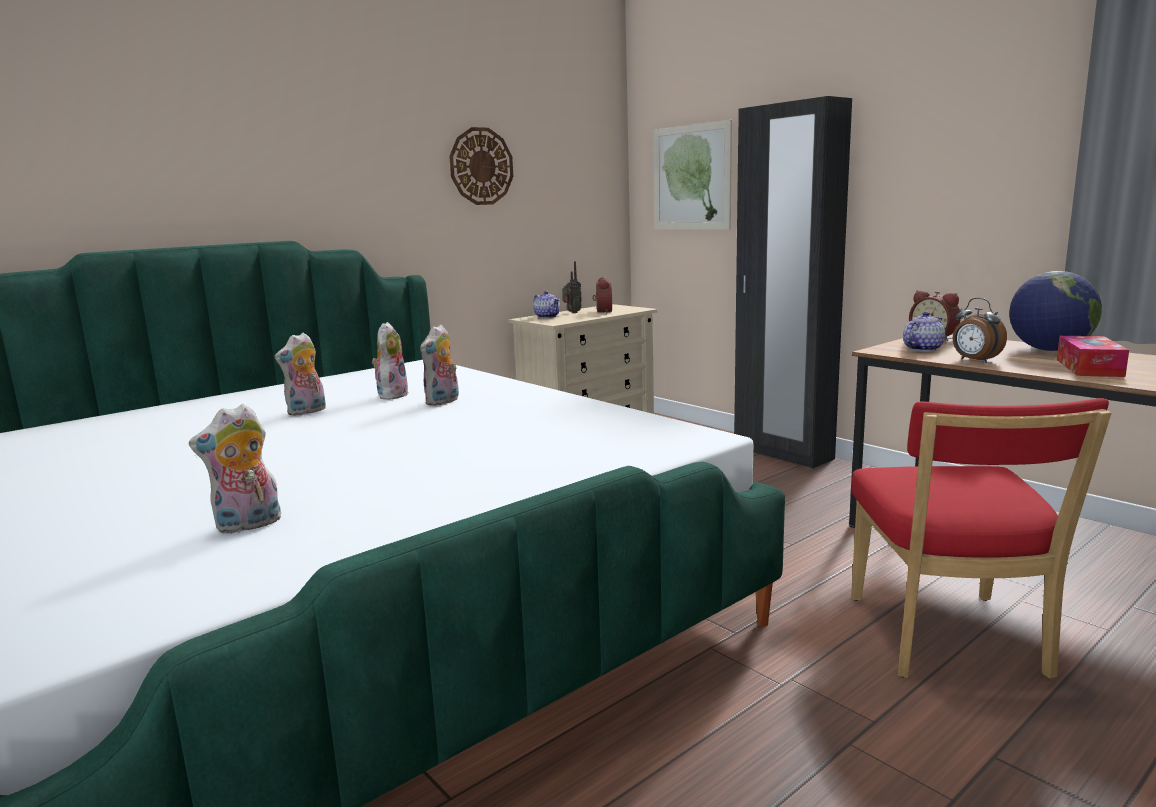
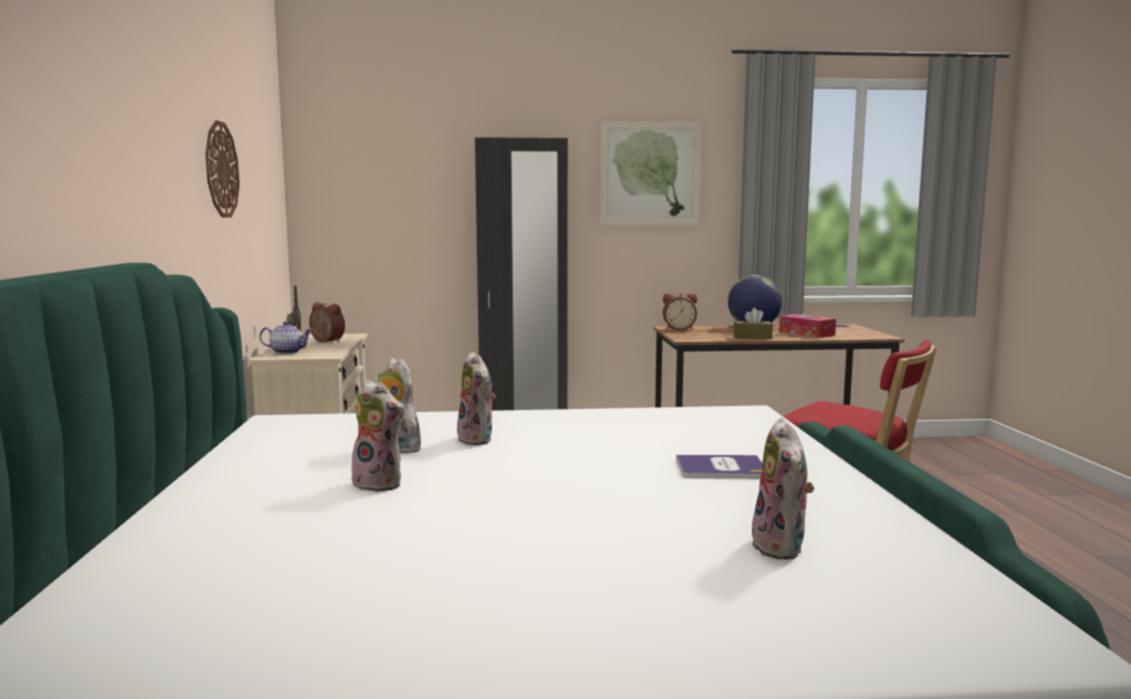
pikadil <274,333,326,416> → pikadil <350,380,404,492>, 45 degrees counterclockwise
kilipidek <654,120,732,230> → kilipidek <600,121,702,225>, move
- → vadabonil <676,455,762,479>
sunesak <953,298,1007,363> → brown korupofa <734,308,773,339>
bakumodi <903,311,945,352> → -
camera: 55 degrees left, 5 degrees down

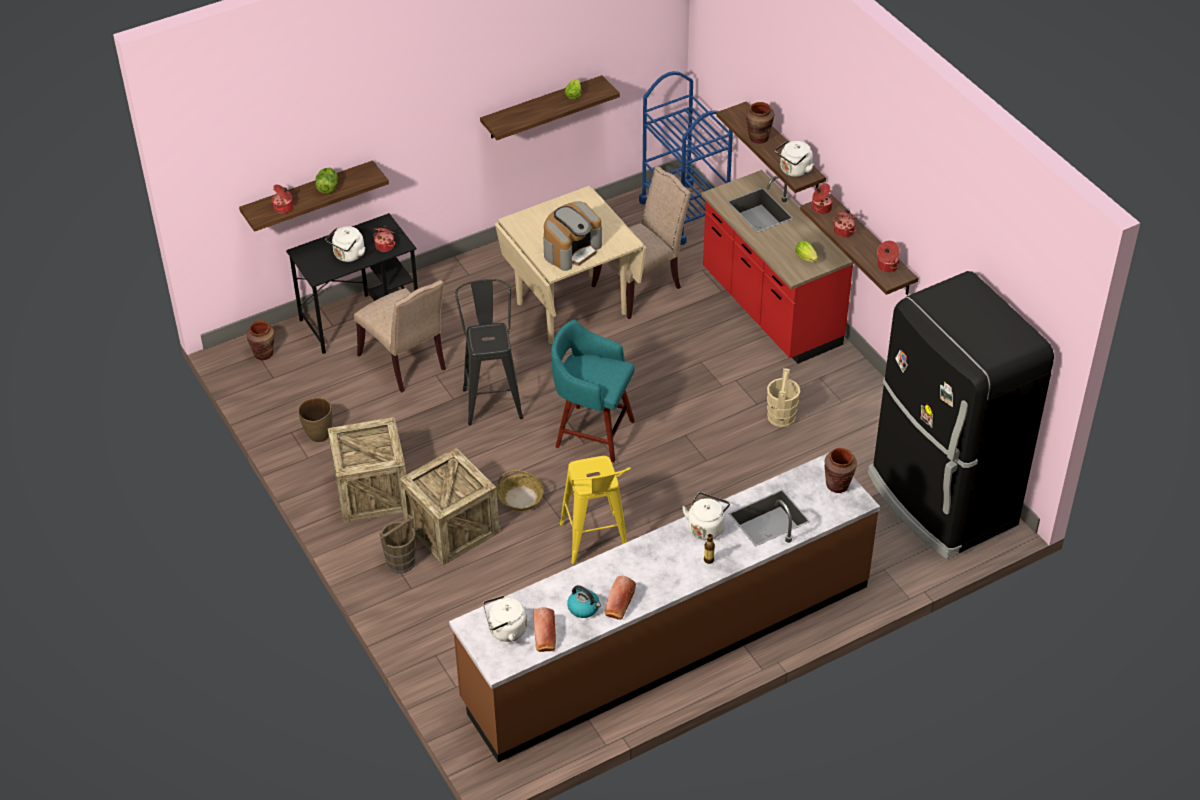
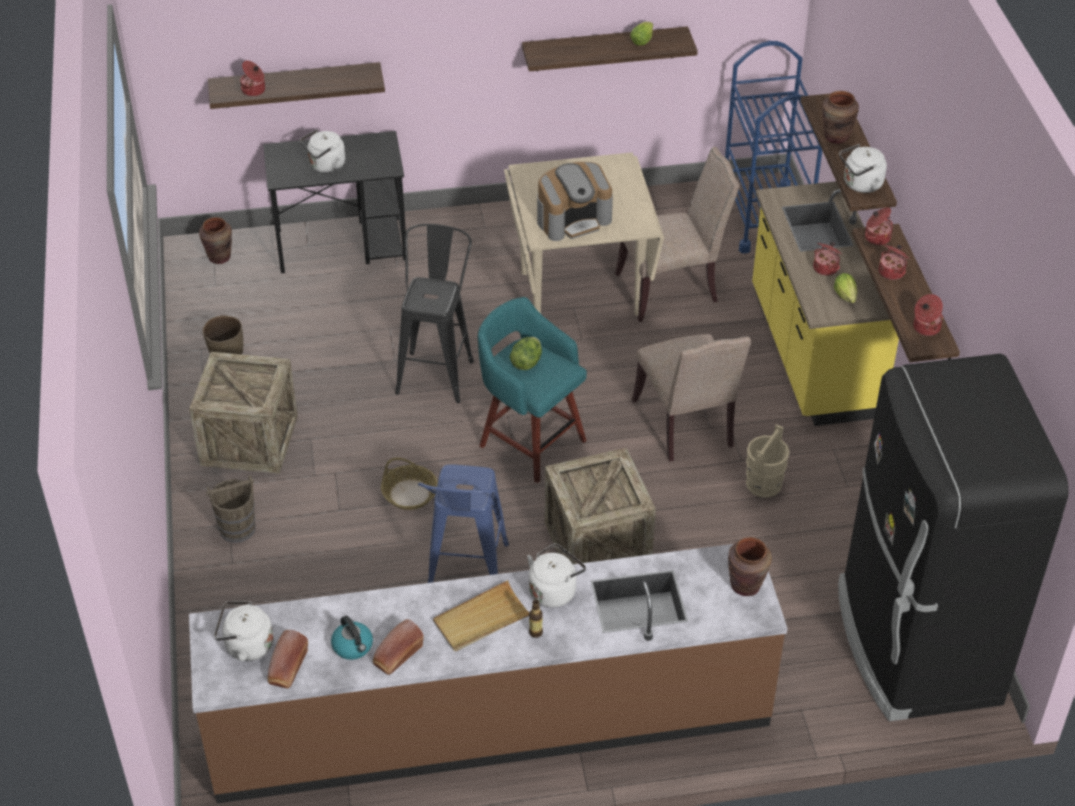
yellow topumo <560,456,631,564> → blue topumo <418,464,509,583>
- → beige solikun <433,580,529,651>
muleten <315,168,338,194> → muleten <510,337,542,370>, move
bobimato <399,447,499,565> → bobimato <545,448,656,564>, move
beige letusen <354,280,446,392> → beige letusen <632,334,751,462>, move
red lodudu <701,170,854,364> → yellow lodudu <752,181,899,426>
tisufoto <373,225,395,252> → tisufoto <813,242,843,276>, move
camera: 20 degrees right, 0 degrees up

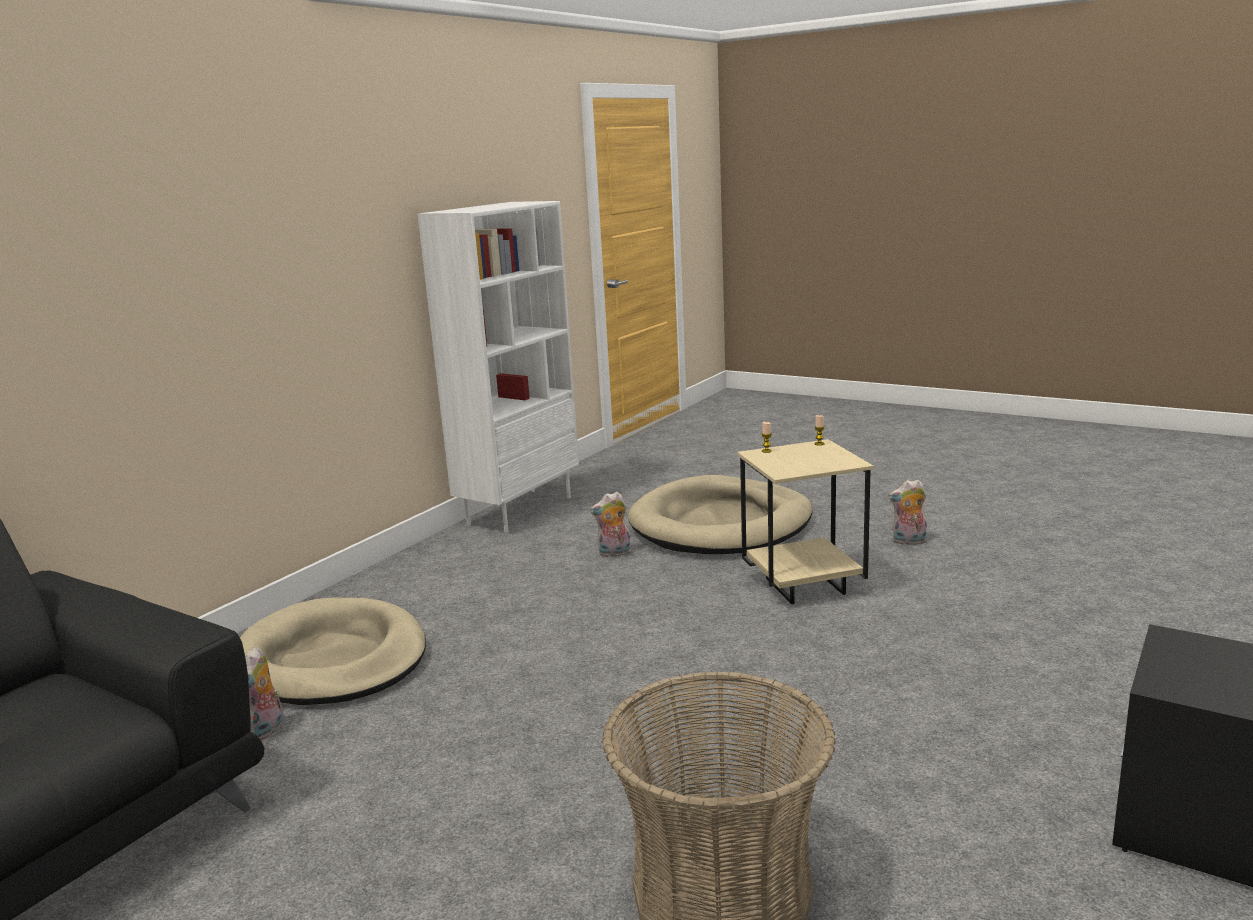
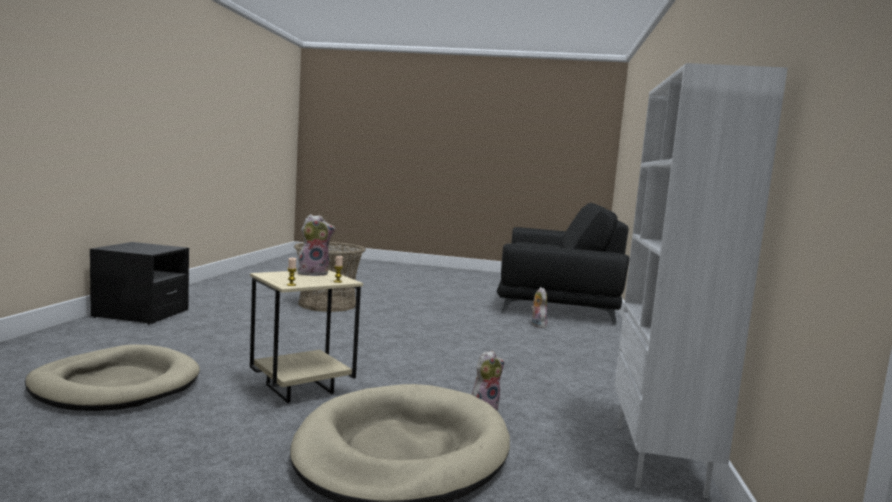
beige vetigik <240,598,426,705> → beige vetigik <25,344,200,411>, move
pikadil <888,479,927,545> → pikadil <298,214,336,276>, move
camera: 155 degrees right, 10 degrees down

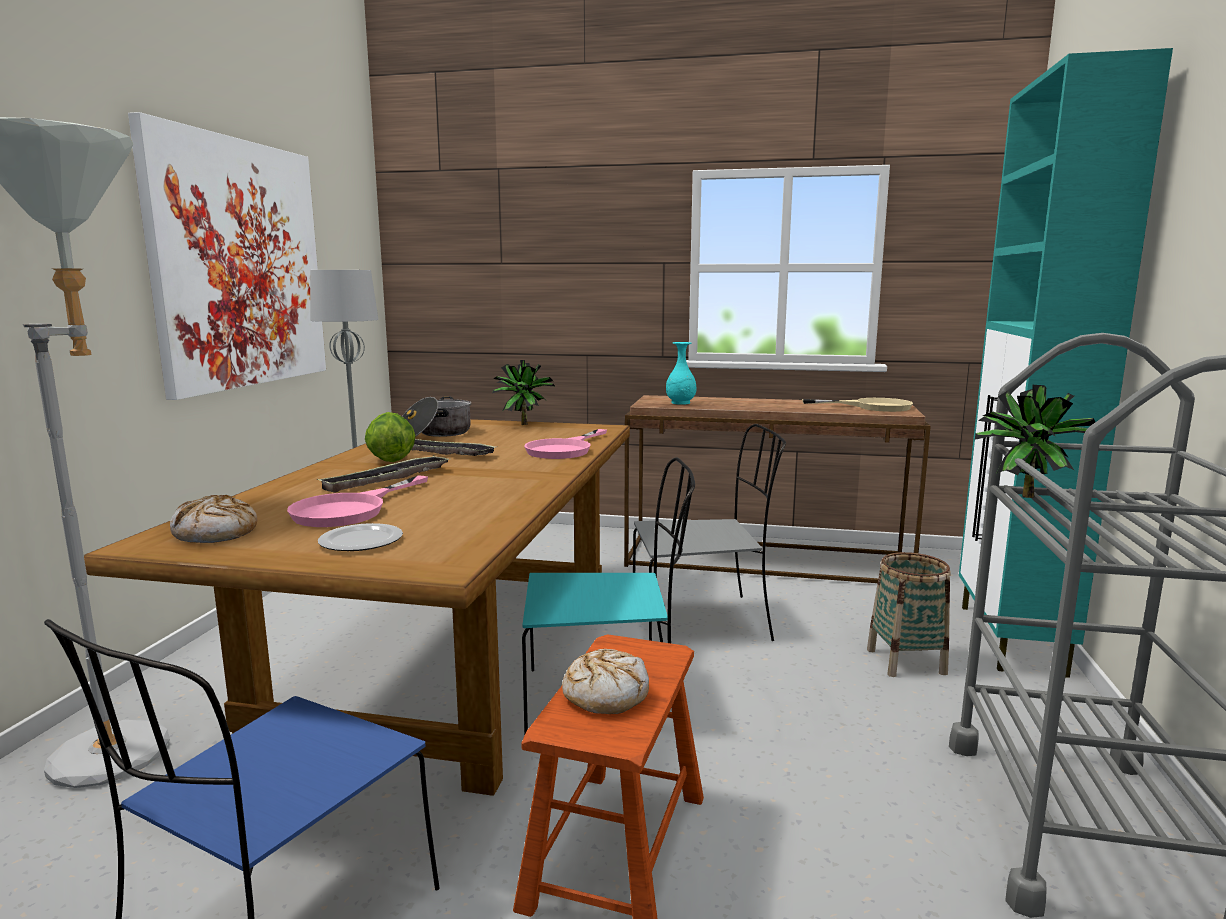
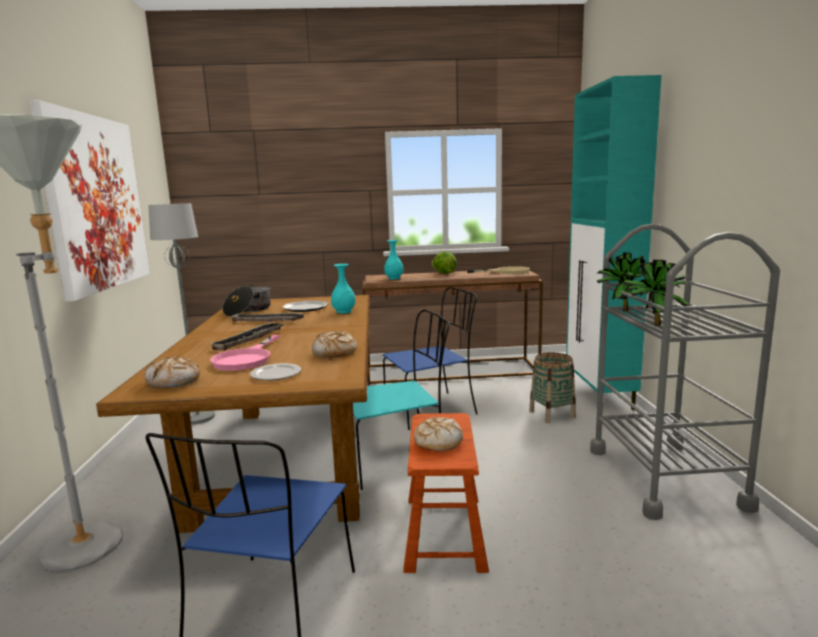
- → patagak <282,300,328,312>
- → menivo <312,331,357,358>
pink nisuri <524,429,607,459> → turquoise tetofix <331,264,356,314>
grey letusen <633,424,786,641> → blue letusen <383,287,477,430>
muleten <365,412,416,462> → muleten <432,251,457,274>, move
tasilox <492,360,555,425> → tasilox <624,260,690,326>, move
camera: 15 degrees left, 0 degrees up

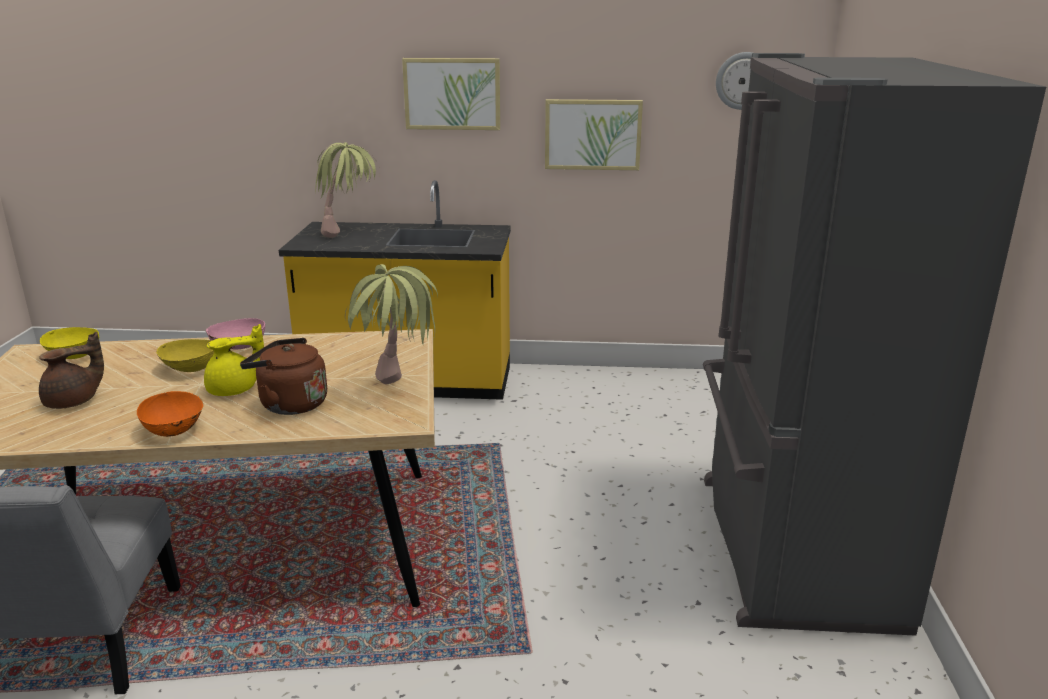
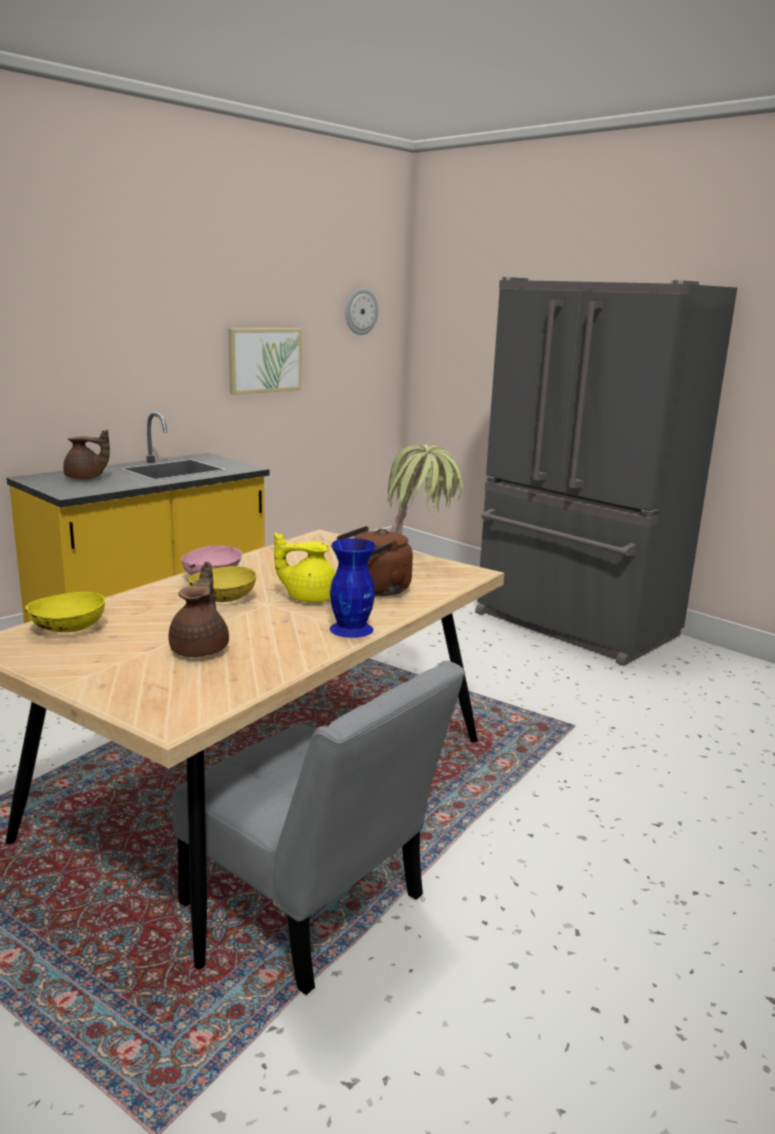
tasilox <316,142,380,238> → brown bakumodi <63,429,110,479>
yellow bakumodi <204,324,264,396> → yellow bakumodi <274,532,336,602>, 105 degrees counterclockwise
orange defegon <137,391,203,437> → blue tetofix <330,538,376,638>
kilipidek <402,58,500,130> → -
camera: 50 degrees left, 5 degrees down

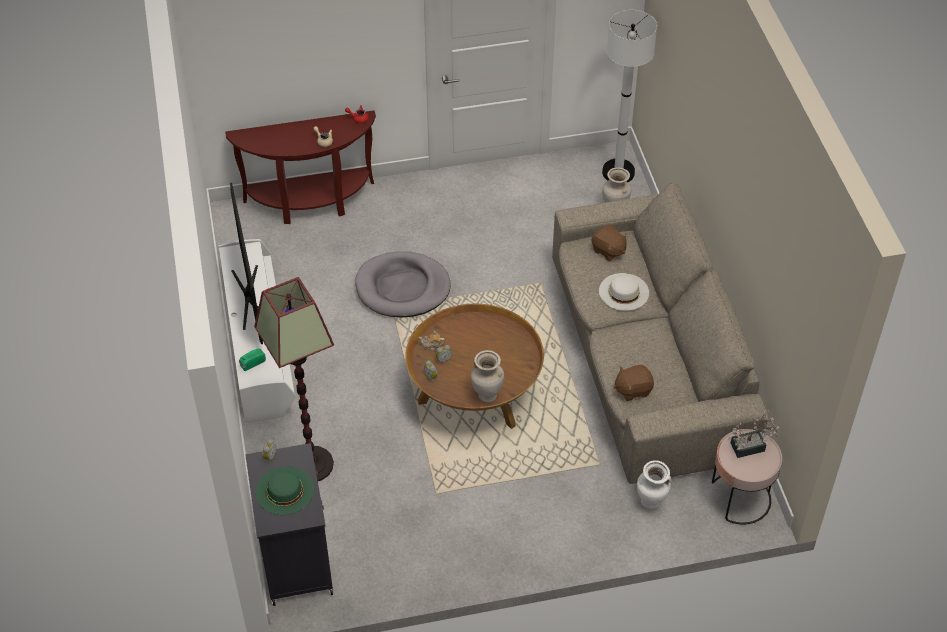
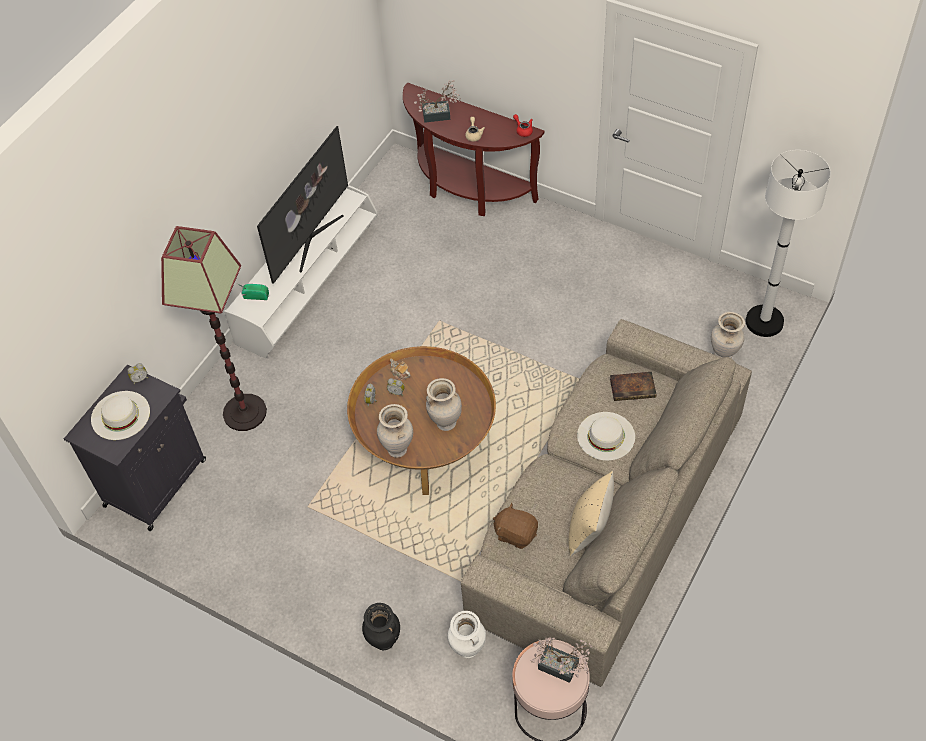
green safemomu <256,466,314,515> → white safemomu <91,391,150,440>
- → black tetofix <362,603,400,650>
- → tasilox <414,80,461,123>
- → beige tetofix <426,378,462,431>
- → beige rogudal <568,471,614,556>
brown pikadil <592,225,627,261> → vadabonil <610,372,656,401>
grey vetigik <355,251,451,317> → -
camera: 45 degrees right, 5 degrees up

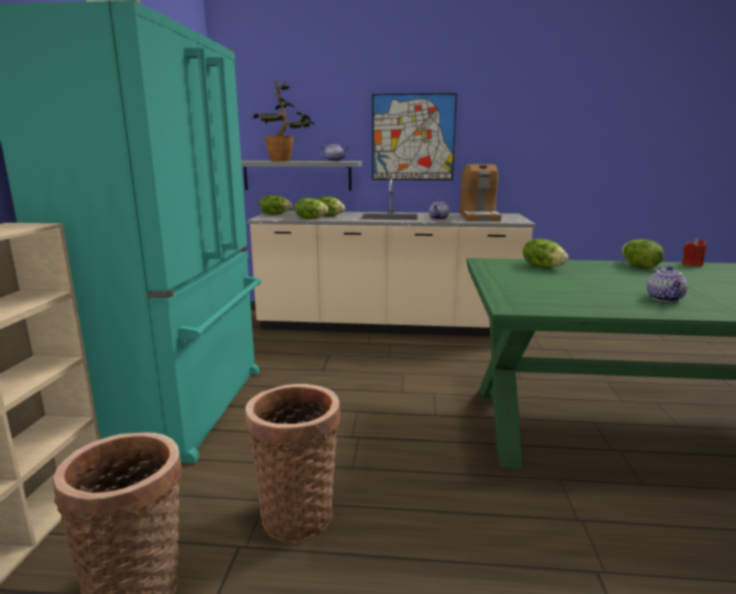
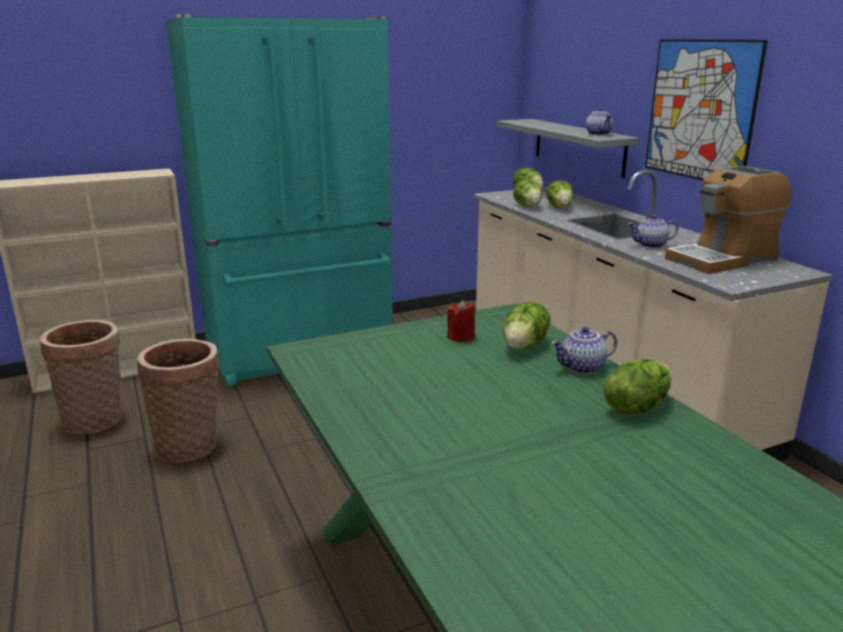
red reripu <682,238,707,266> → red reripu <447,300,476,342>, move
bakumodi <647,266,688,302> → bakumodi <551,327,617,374>, move
tasilox <250,80,315,161> → -
camera: 60 degrees right, 5 degrees up

